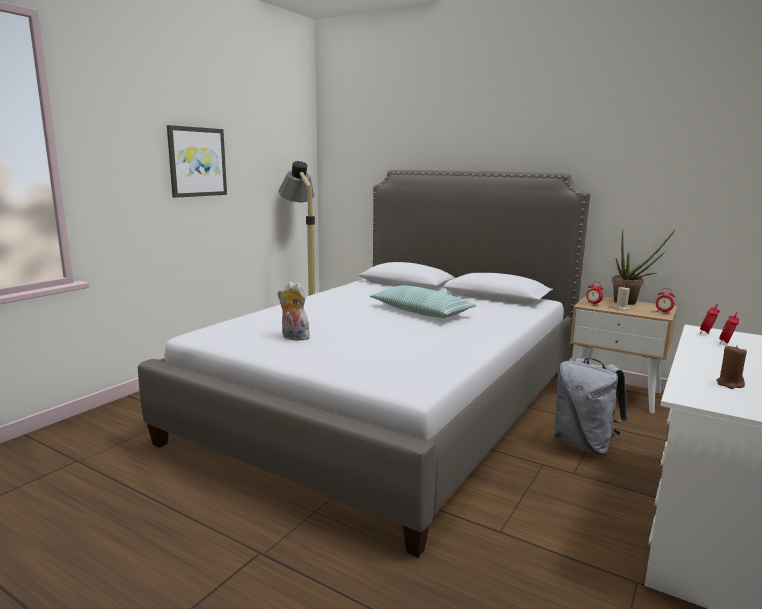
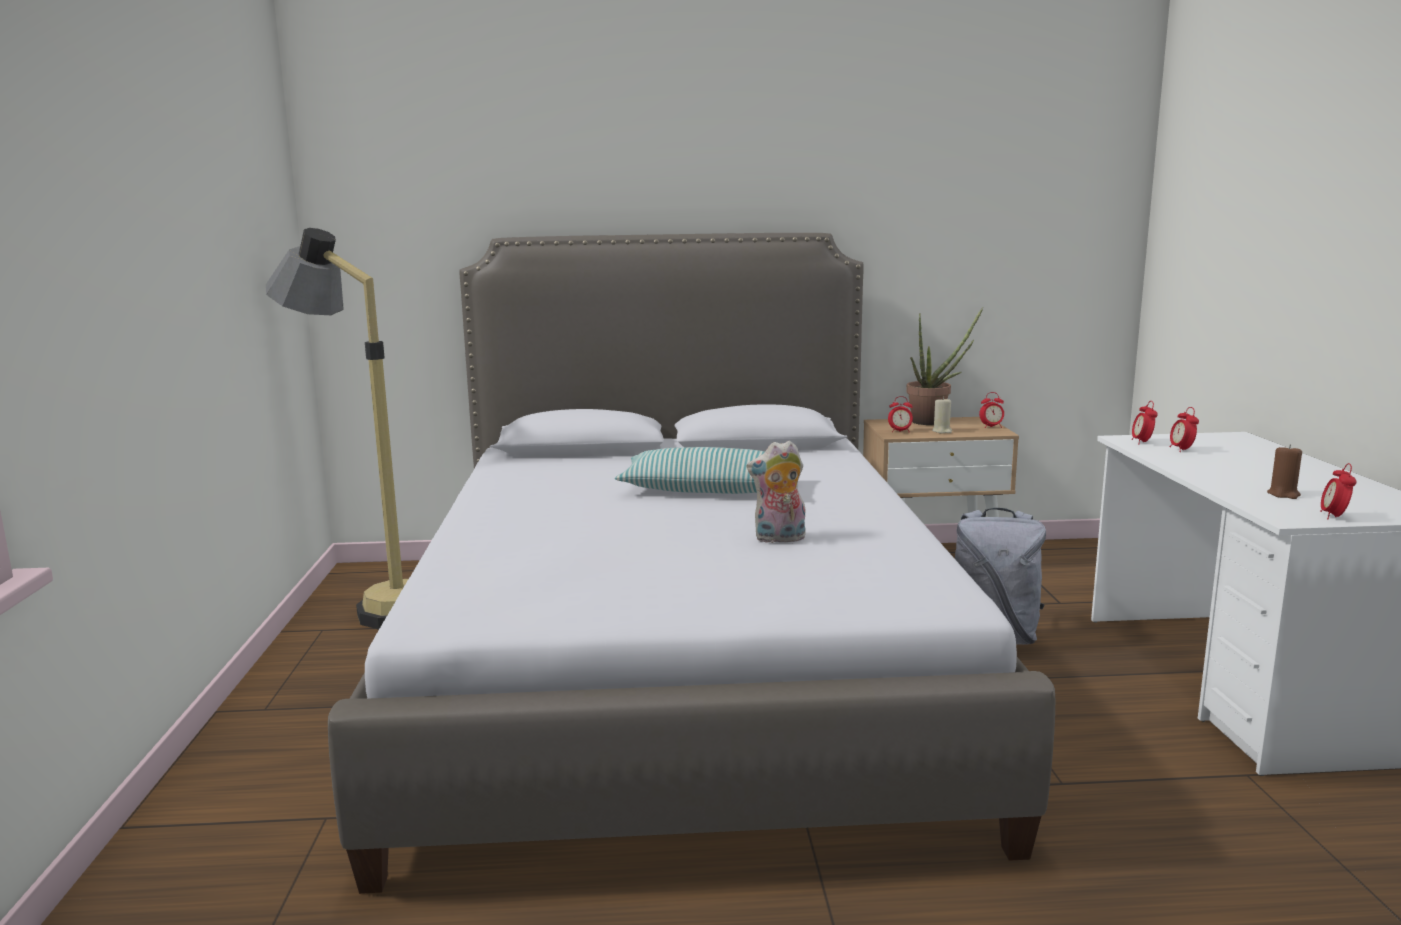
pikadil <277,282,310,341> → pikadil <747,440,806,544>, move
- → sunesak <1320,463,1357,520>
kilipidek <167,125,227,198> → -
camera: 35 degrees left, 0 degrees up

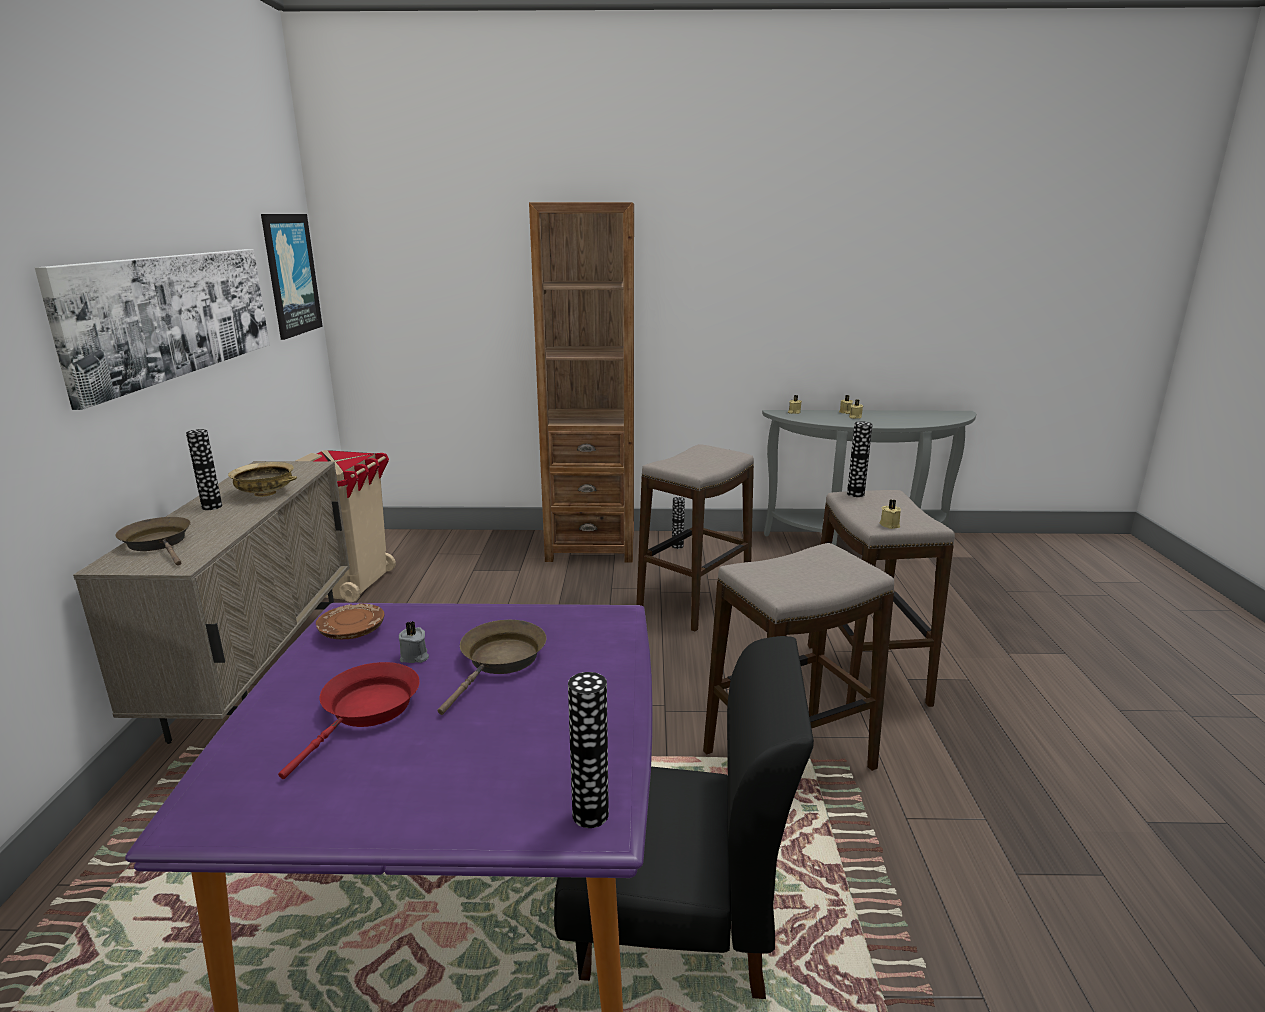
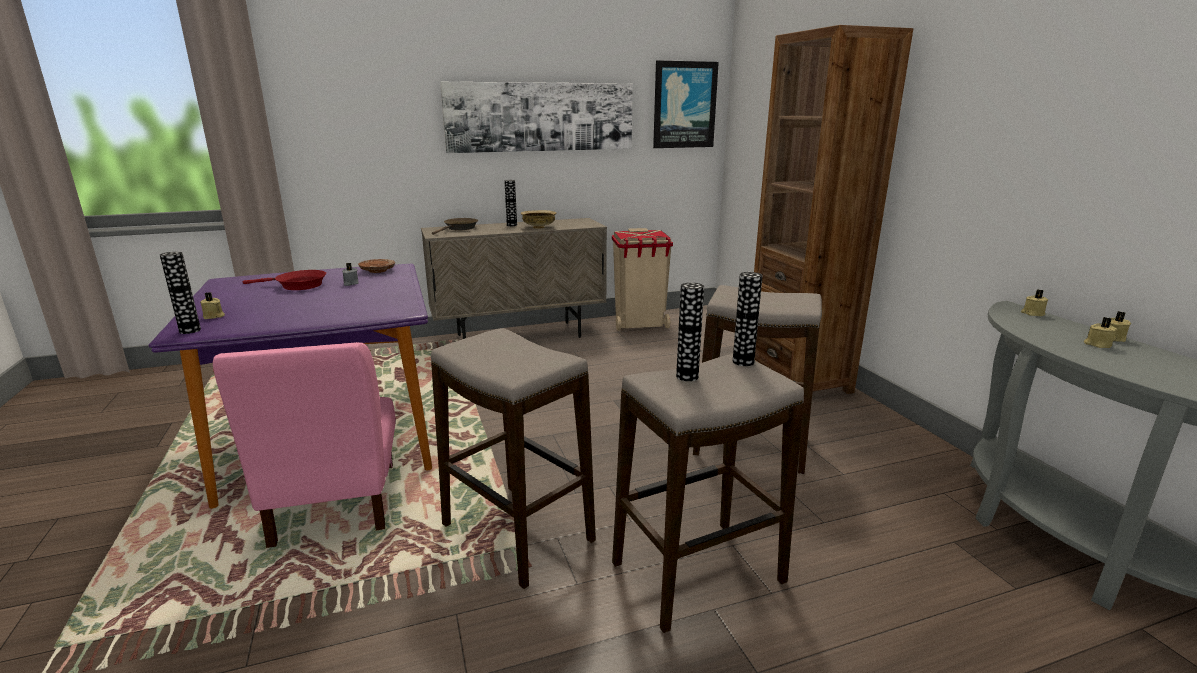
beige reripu <879,499,901,529> → beige reripu <200,292,225,319>, move
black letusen <554,636,814,999> → pink letusen <213,342,396,548>
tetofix <672,497,685,549> → tetofix <676,283,704,381>, move
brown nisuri <437,620,546,715> → -
camera: 70 degrees right, 0 degrees up

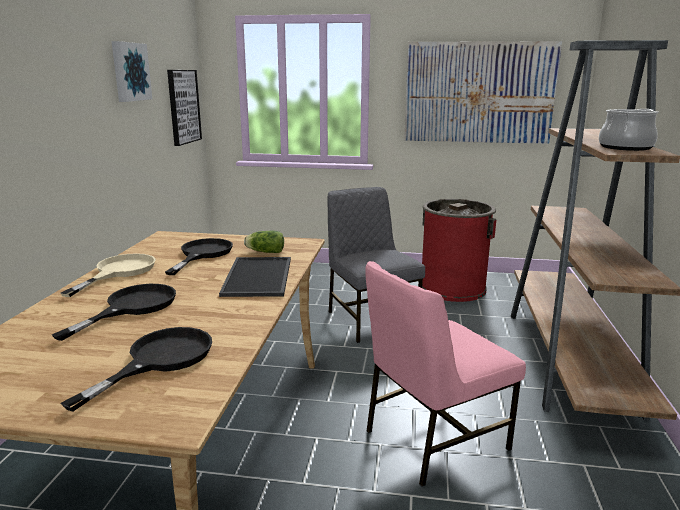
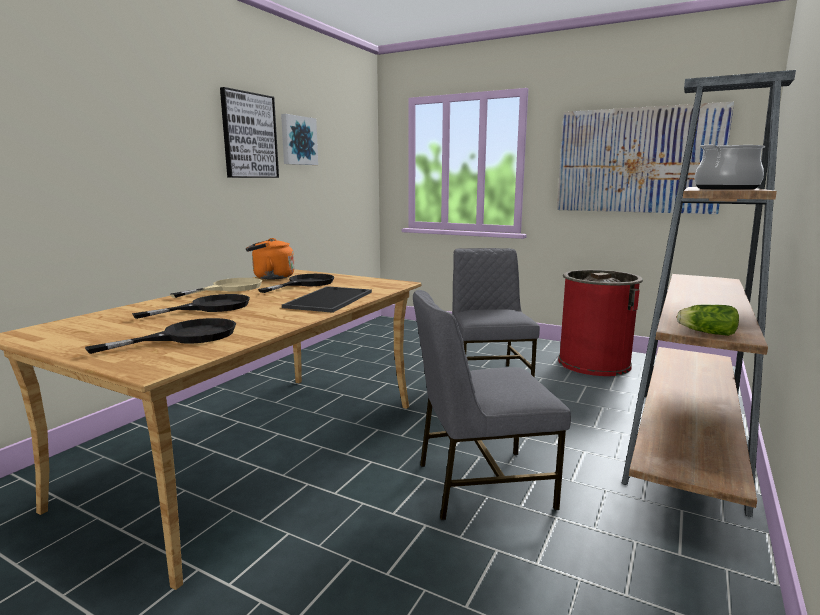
kilipidek <167,70,202,146> → kilipidek <220,87,279,178>, move
- → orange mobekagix <246,238,295,280>
pink letusen <365,261,526,487> → grey letusen <413,290,571,520>
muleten <244,231,284,253> → muleten <677,305,739,336>, move
camera: 20 degrees right, 5 degrees down

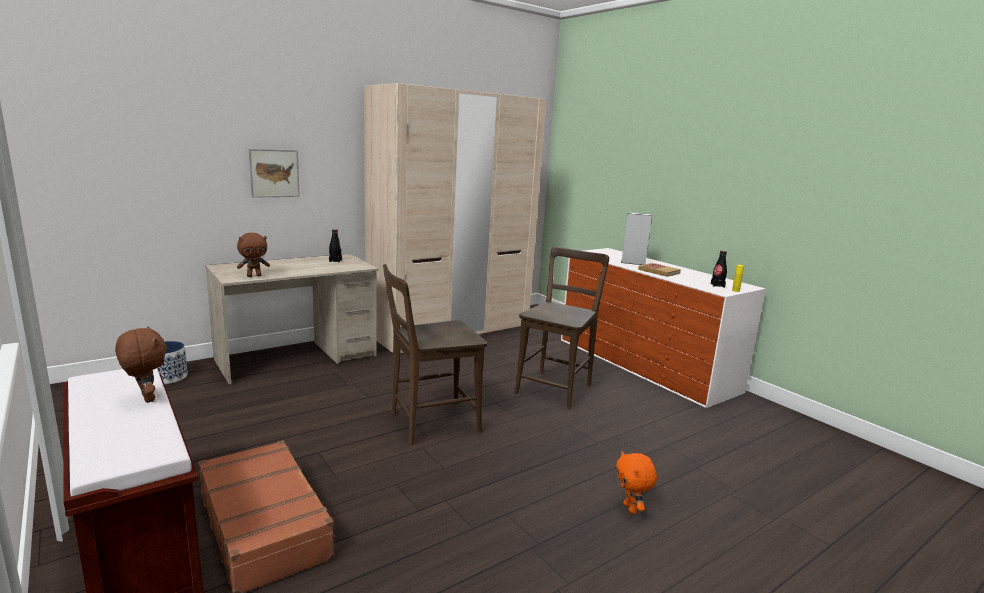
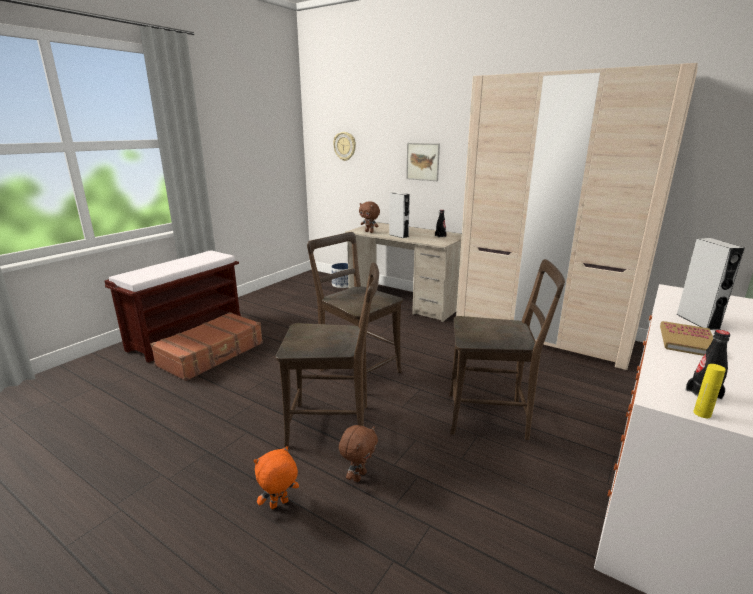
- → brown letusen <276,262,379,448>
- → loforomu <333,132,356,161>
brown pikadil <115,326,167,403> → brown pikadil <339,425,378,482>, move
- → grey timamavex <389,192,410,238>
camera: 70 degrees right, 5 degrees up

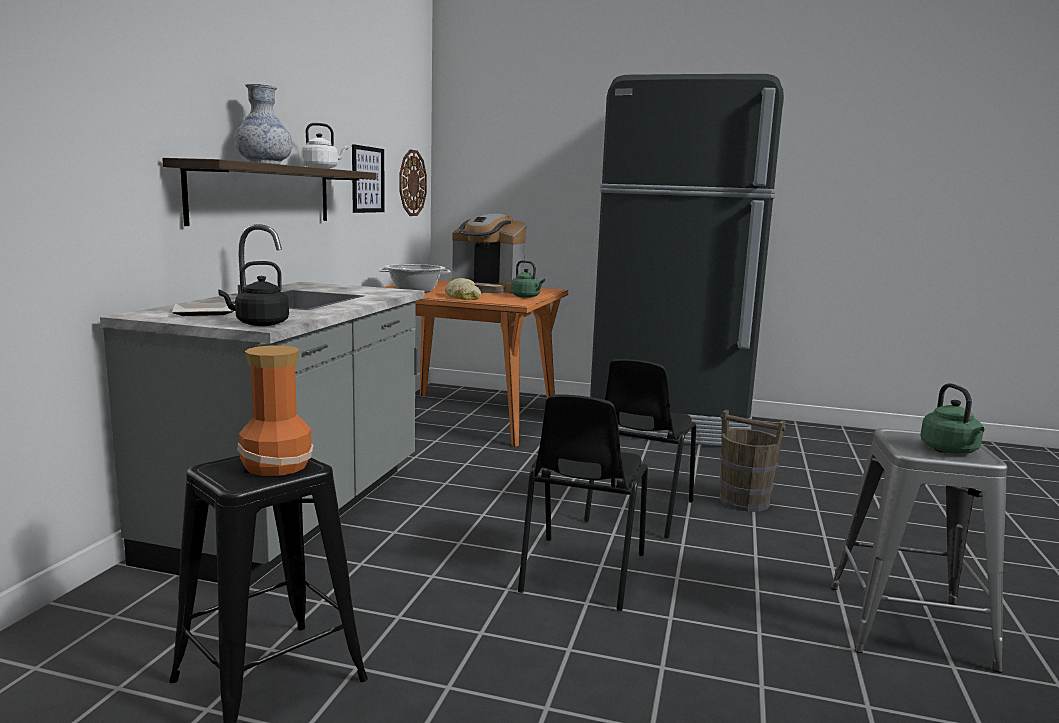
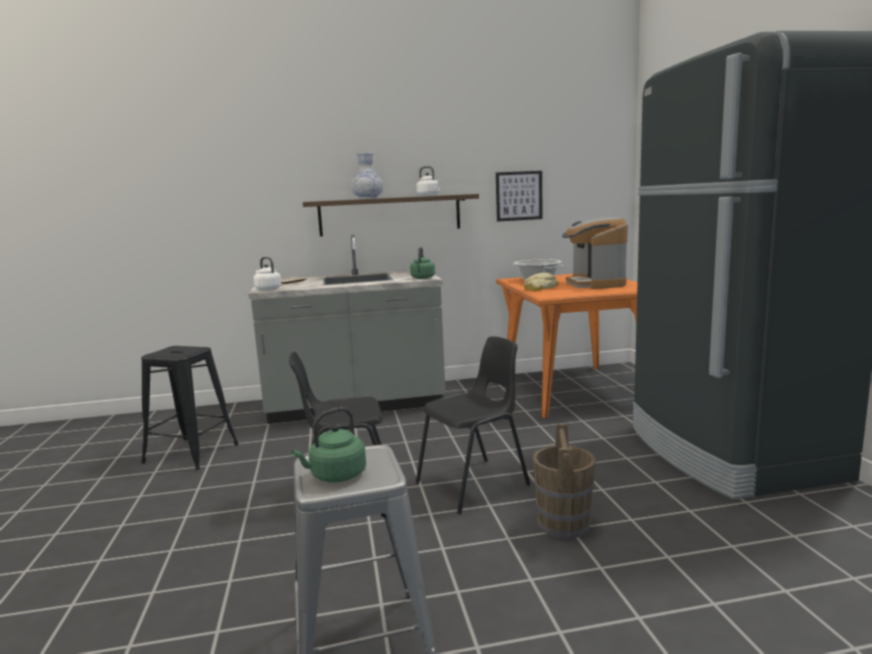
black mobekagix <218,261,289,326> → white mobekagix <253,257,281,291>
green mobekagix <511,260,545,298> → green mobekagix <410,247,435,279>, move
black letusen <584,359,696,539> → black letusen <416,337,530,514>, 150 degrees clockwise
tetofix <237,345,314,476> → -
loforomu <400,149,427,216> → -
camera: 65 degrees right, 0 degrees up

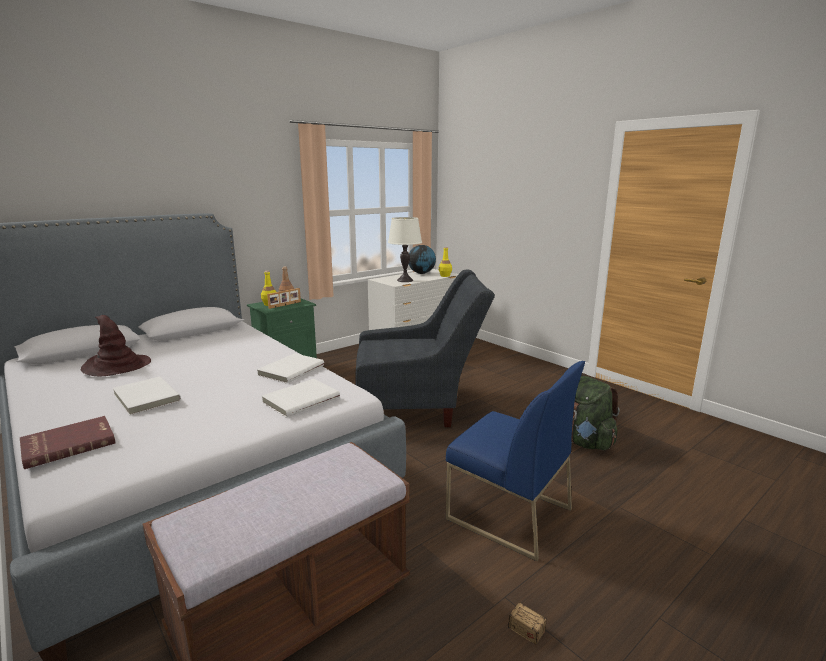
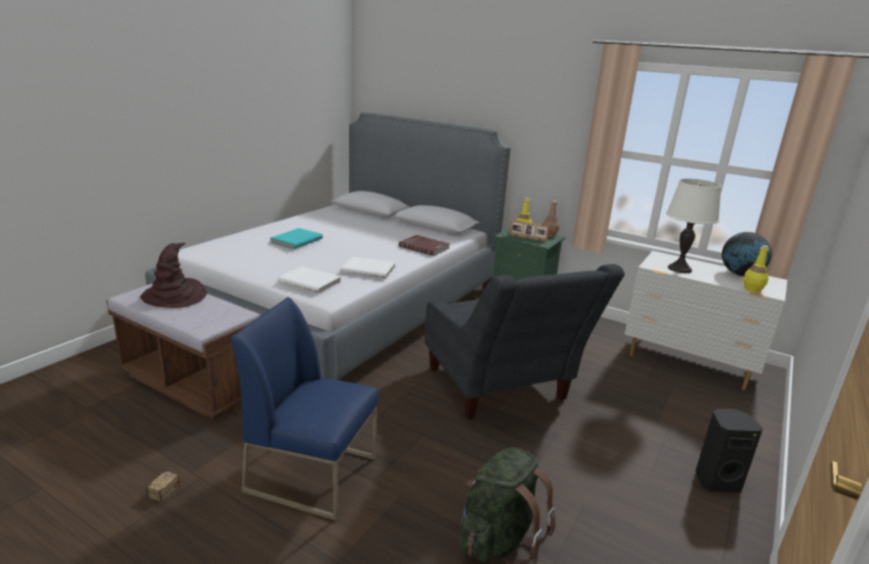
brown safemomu <81,315,151,376> → brown safemomu <140,243,207,308>, move
blue letusen <446,361,585,561> → blue letusen <232,297,379,521>, 90 degrees clockwise
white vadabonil <113,377,181,415> → turquoise vadabonil <270,228,323,249>
red vadabonil <20,416,116,469> → red vadabonil <399,235,450,256>, move
- → black timamavex <696,409,763,493>
camera: 70 degrees right, 5 degrees up

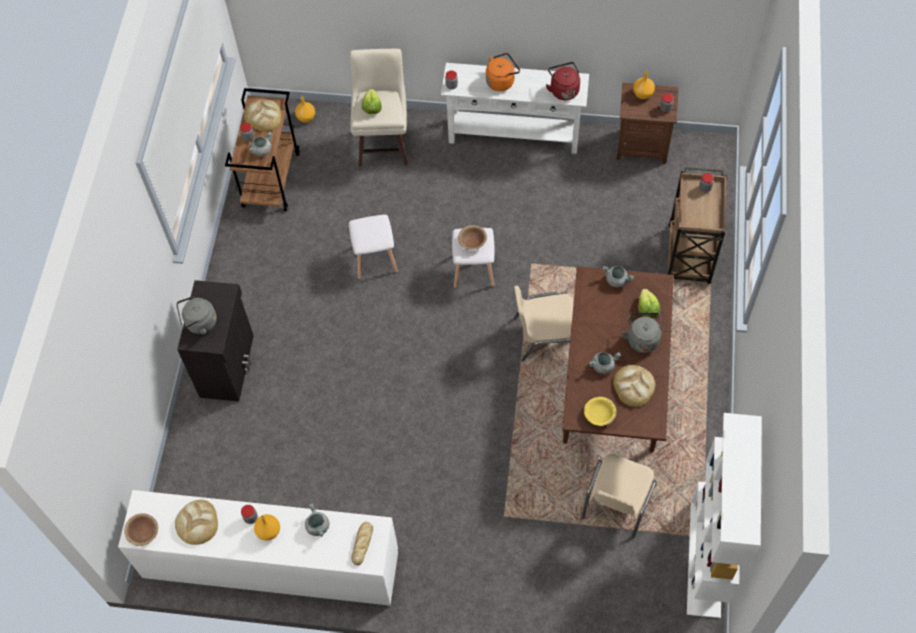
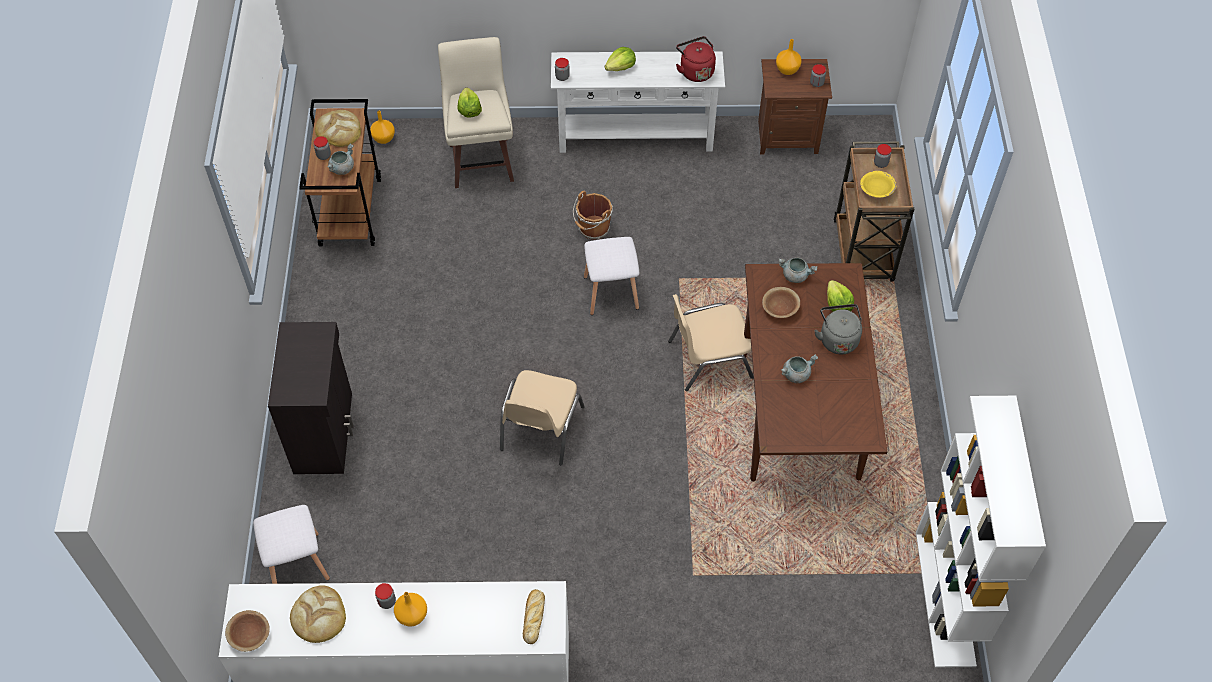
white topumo <349,214,398,280> → white topumo <253,505,330,584>, move
beige letusen <582,454,657,538> → beige letusen <500,370,584,465>, move
- → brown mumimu <573,191,613,240>
orange mobekagix <486,53,520,91> → muleten <605,47,636,71>
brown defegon <458,225,487,250> → brown defegon <762,287,800,318>, move
yellow defegon <584,397,617,426> → yellow defegon <860,171,896,198>, move
grey mobekagix <176,296,217,335> → -
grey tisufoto <305,504,329,537> → -
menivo <613,365,655,407> → -
camera: 10 degrees left, 5 degrees down

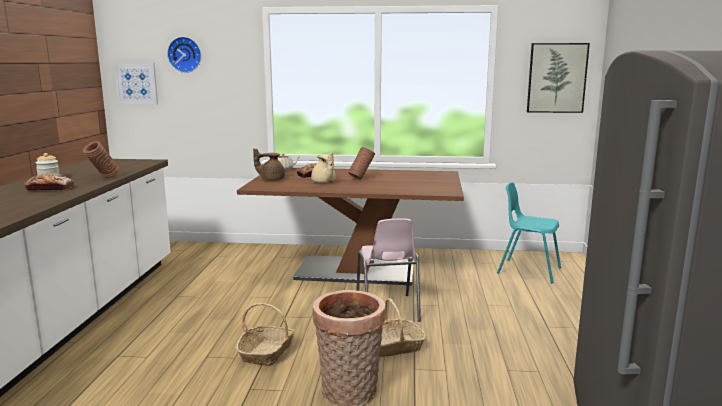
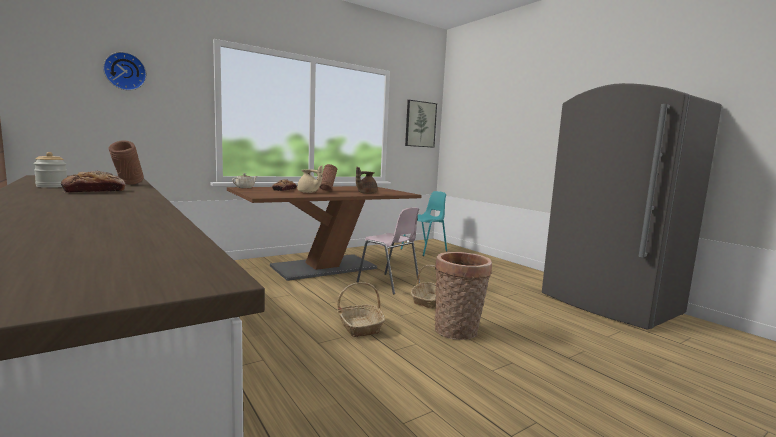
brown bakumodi <253,148,285,181> → brown bakumodi <356,167,378,194>, move
turquoise letusen <497,182,561,283> → turquoise letusen <401,191,447,256>, 150 degrees clockwise
kilipidek <114,63,158,105> → -
camera: 40 degrees left, 5 degrees down

